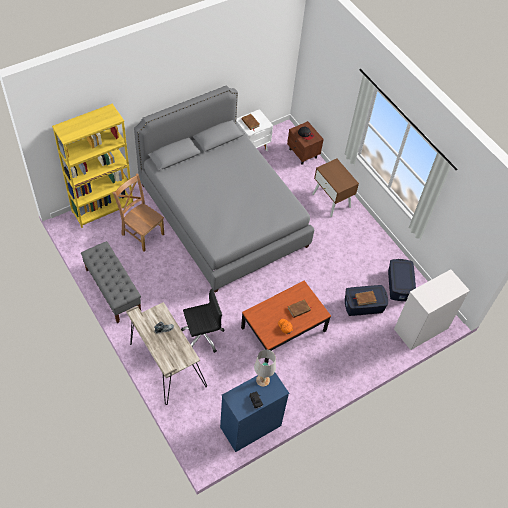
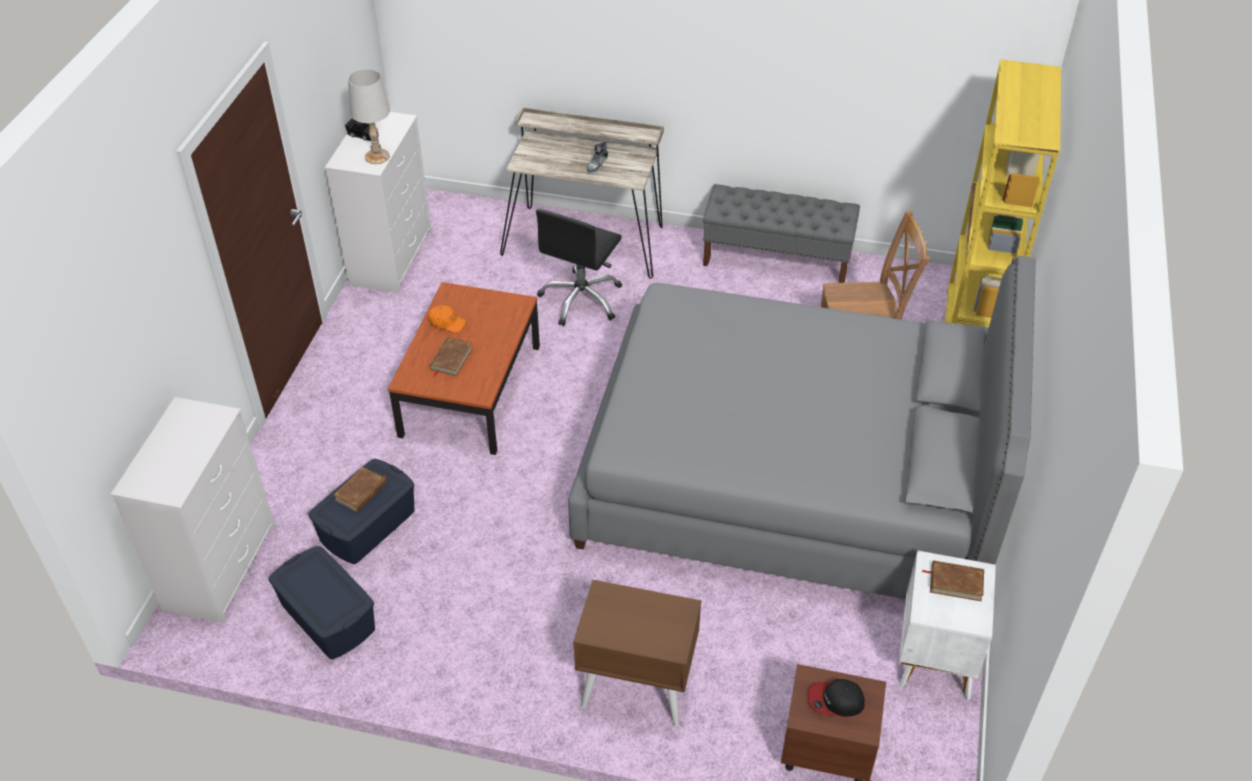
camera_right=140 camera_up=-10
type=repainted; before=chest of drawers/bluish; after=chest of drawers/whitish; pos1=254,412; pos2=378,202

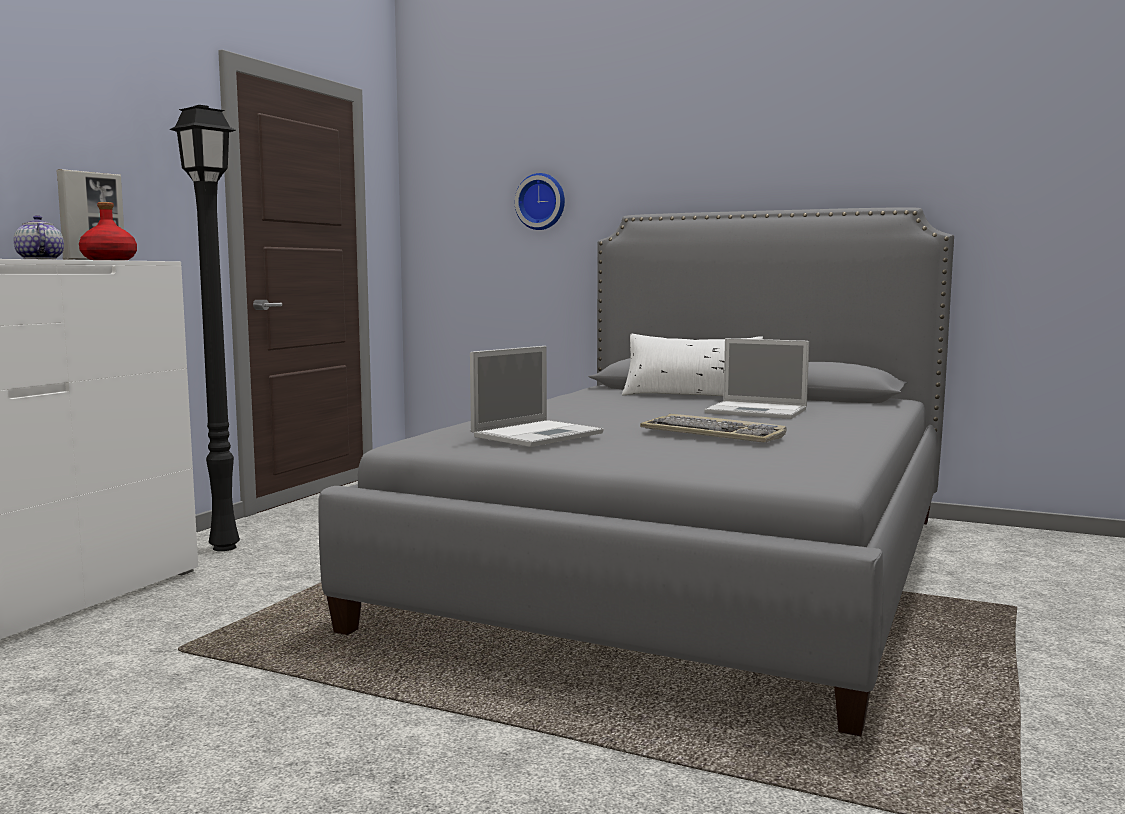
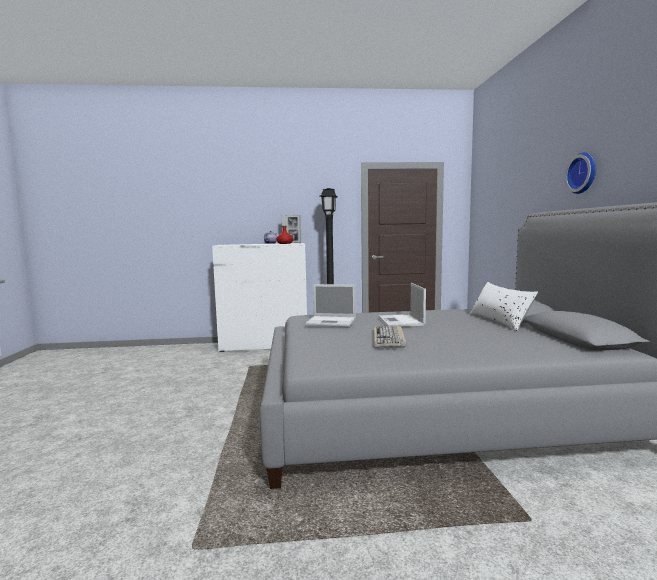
camera_right=60 camera_up=0
type=shifted; before=notebook computer; pos1=756,378; pos2=402,305
type=shifted; before=wall clock; pos1=540,201; pos2=580,173

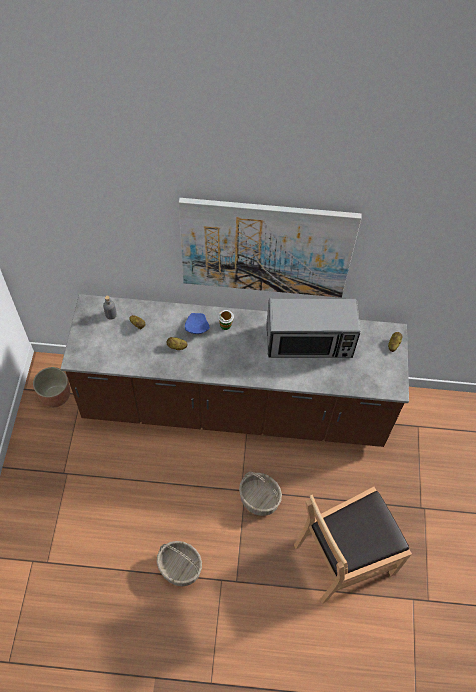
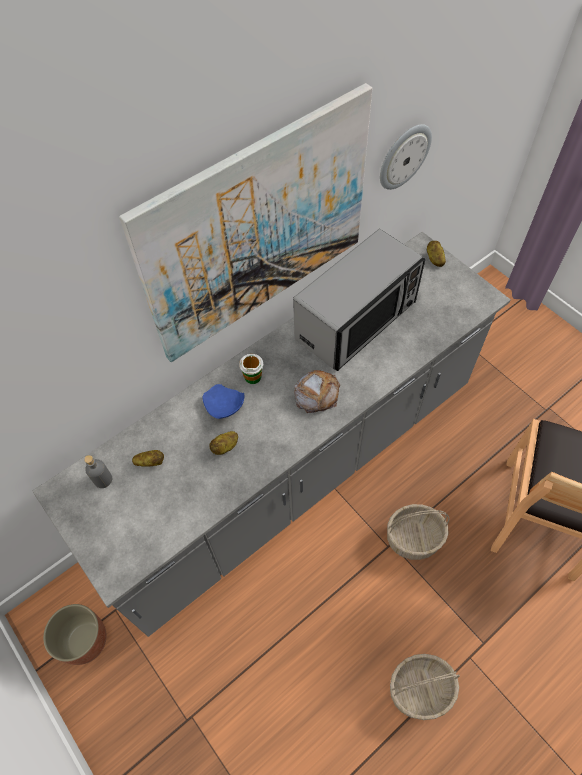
camera_right=-40 camera_up=0
type=repainted; before=counter/brown; after=counter/grey; pos1=235,370; pos2=272,434
type=new; after=baked bread; pos2=317,391
type=new; after=wall clock; pos2=406,157

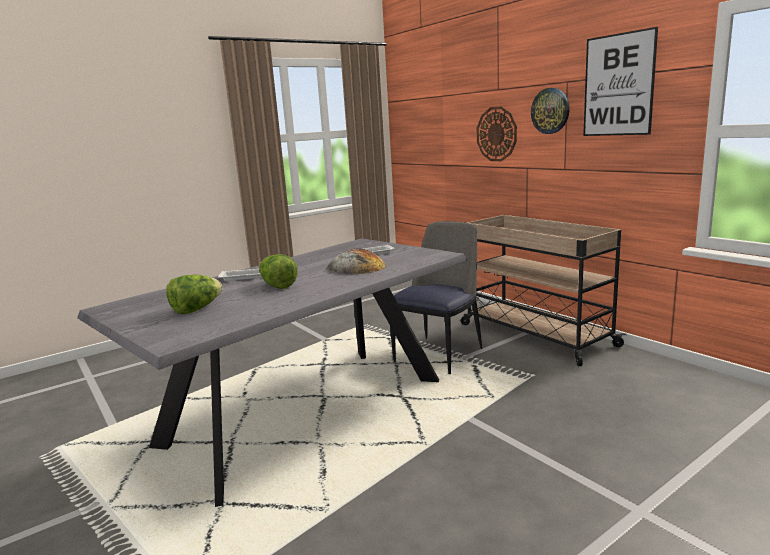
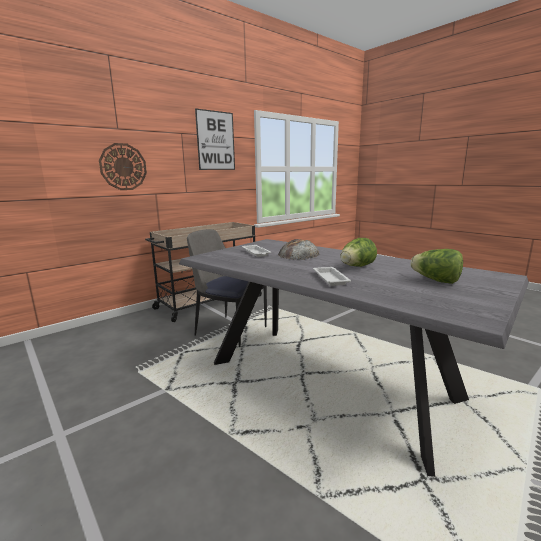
camera_right=-95 camera_up=0
type=gone; before=wall clock; pos1=550,111

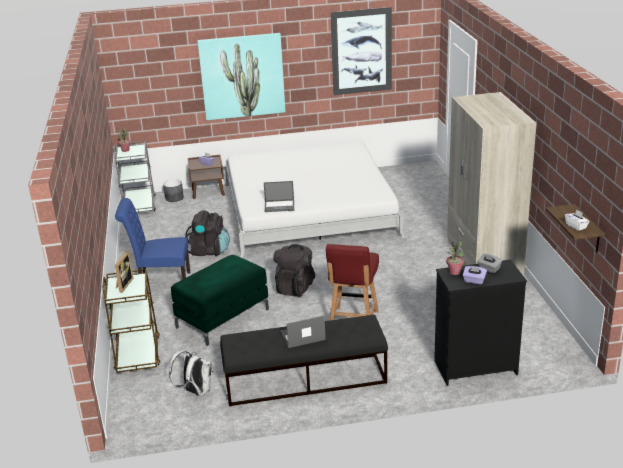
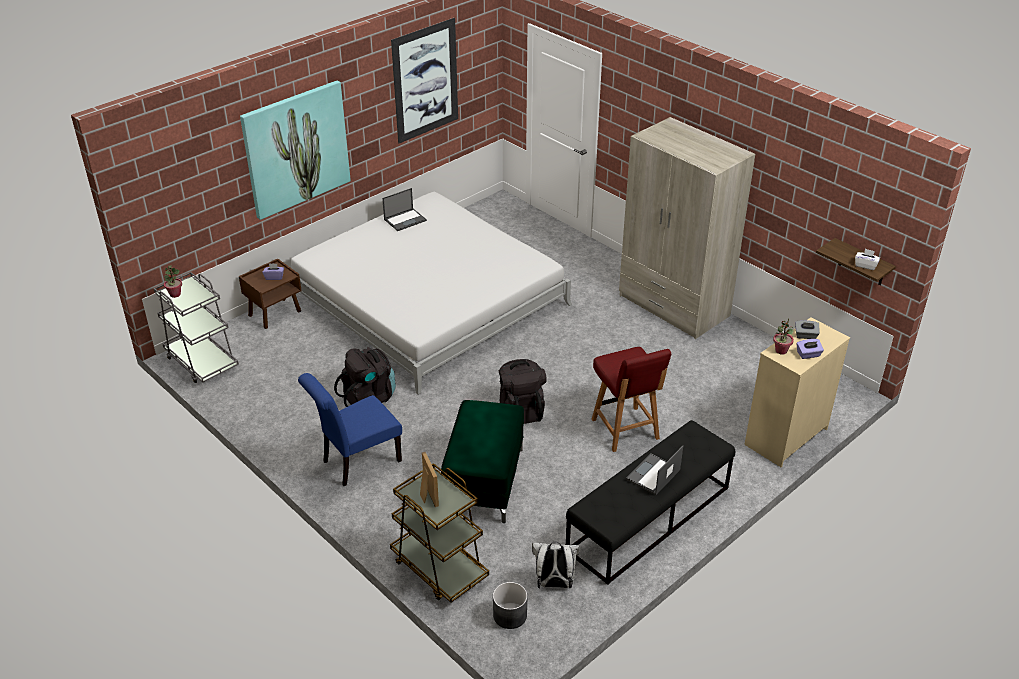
camera_right=-35 camera_up=10
type=shifted; before=notebook computer; pos1=279,196; pos2=404,209
type=shifted; before=plant pot/grey; pos1=173,190; pos2=510,605
type=repainted; before=chest of drawers/black; after=chest of drawers/beige-coloured; pos1=480,322; pos2=797,392

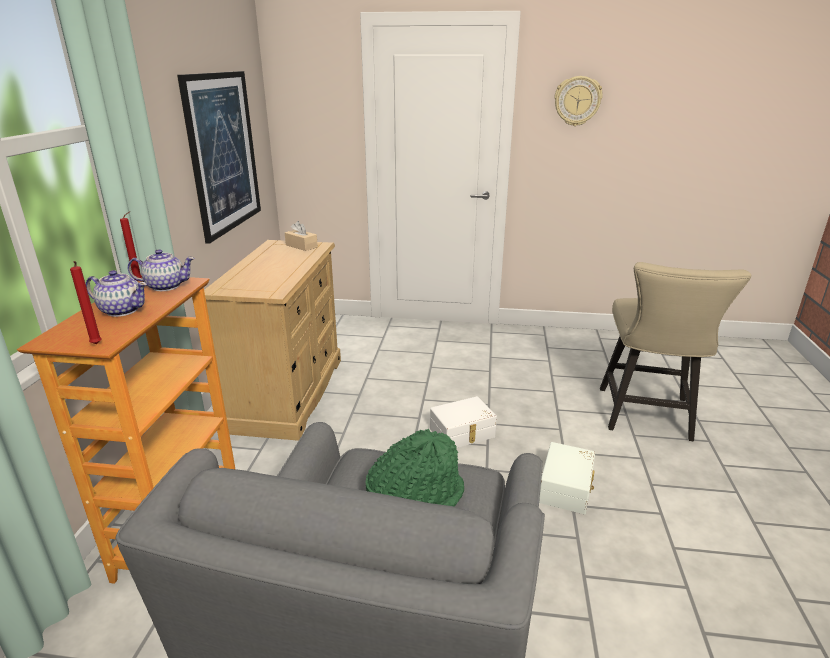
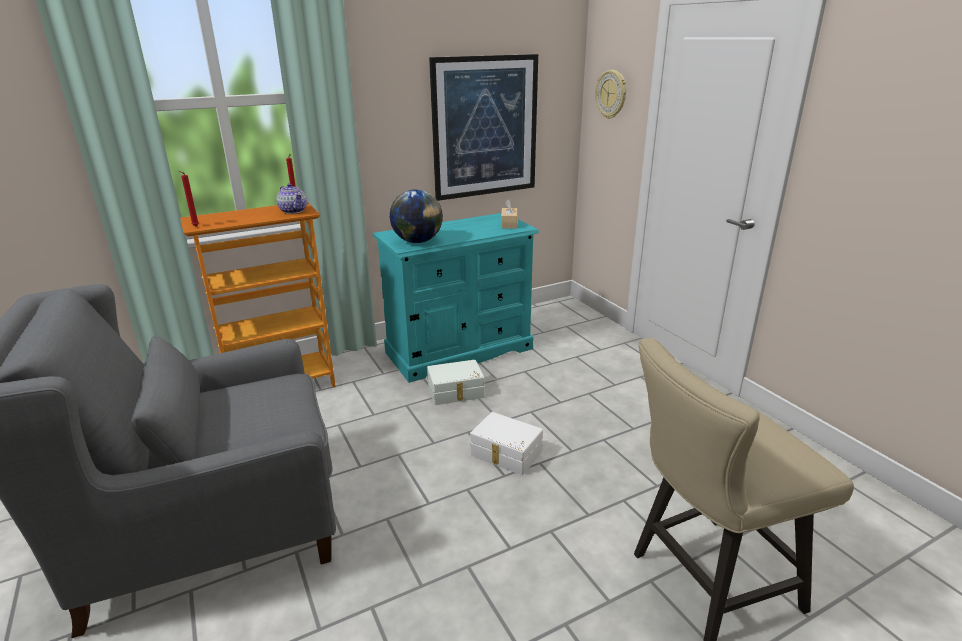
camera_right=55 camera_up=0
type=repainted; before=chest of drawers/beige-coloured; after=chest of drawers/turquoise; pos1=272,340; pos2=456,298
type=new; after=world globe; pos2=416,216
type=shifted; before=storage box/whitish; pos1=567,478; pos2=456,382
type=shifted; before=wall clock; pos1=578,101; pos2=610,94
type=gone; before=tea pot; pos1=116,293
type=gone; before=clothing hat/greenish; pos1=415,467

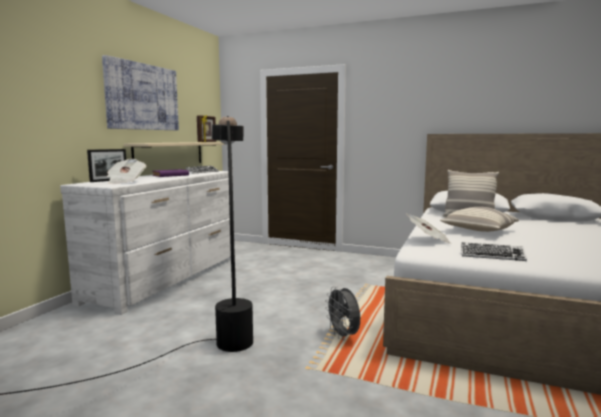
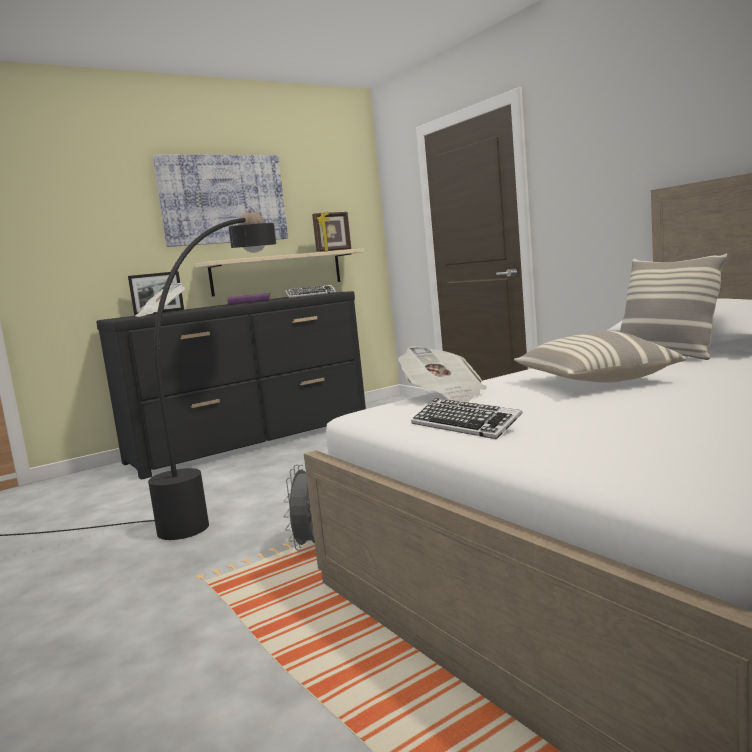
camera_right=35 camera_up=0
type=repainted; before=chest of drawers/whitish; after=chest of drawers/black; pos1=146,243; pos2=231,385

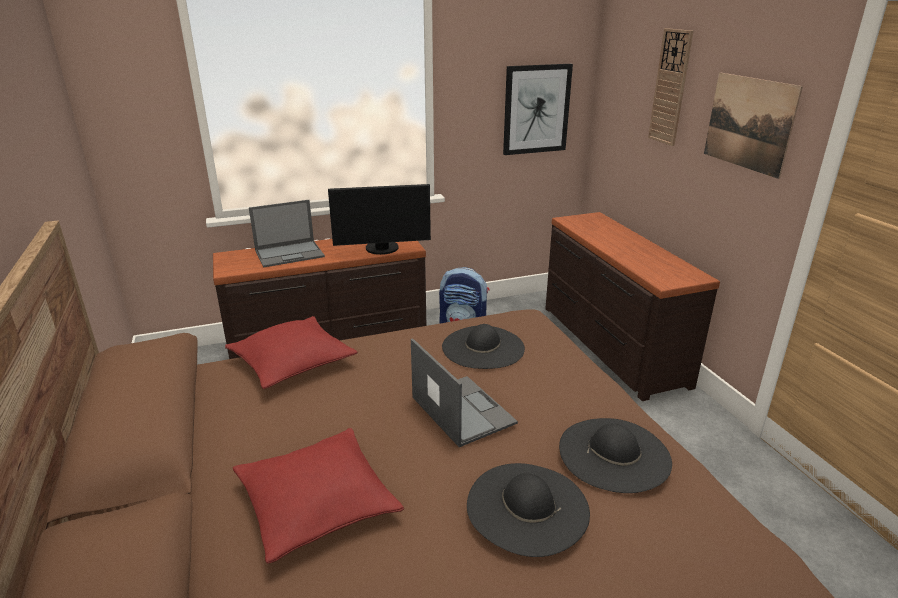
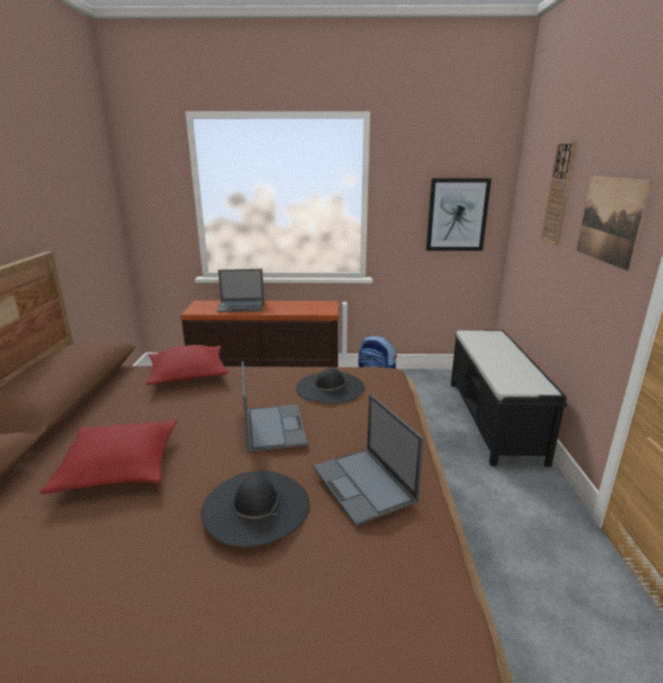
camera_right=20 camera_up=-5
type=swapped; before=clothing hat/black; after=notebook computer; pos1=615,455; pos2=368,460
type=swapped; before=chest of drawers/brown; after=indoor bench/black; pos1=632,306; pos2=509,398
type=gone; before=monitor; pos1=379,219

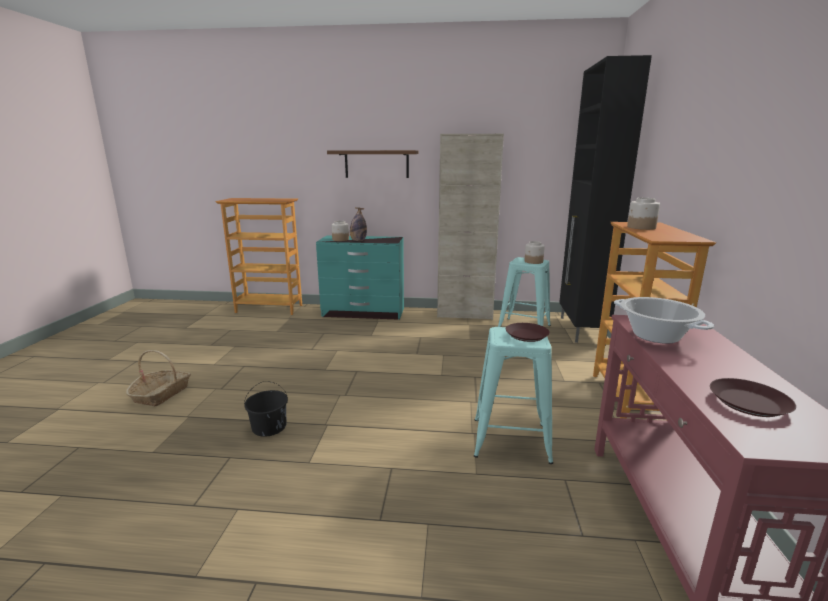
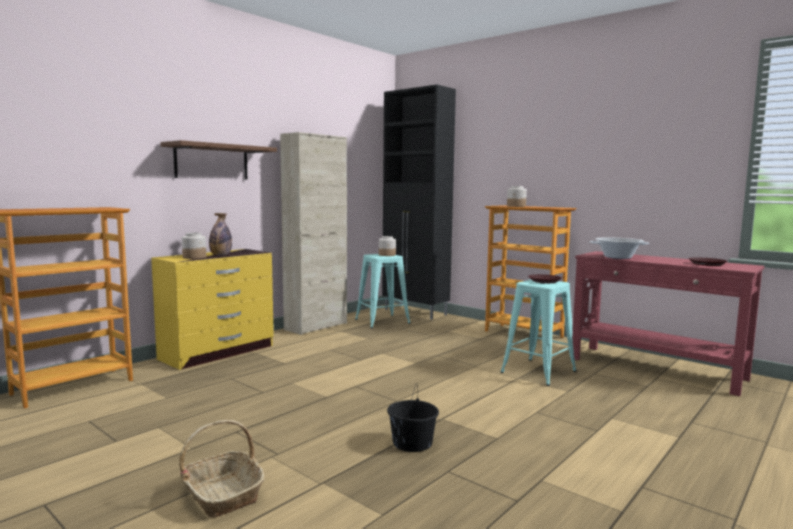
camera_right=-55 camera_up=-10
type=repainted; before=chest of drawers/turquoise; after=chest of drawers/yellow; pos1=360,278; pos2=212,309

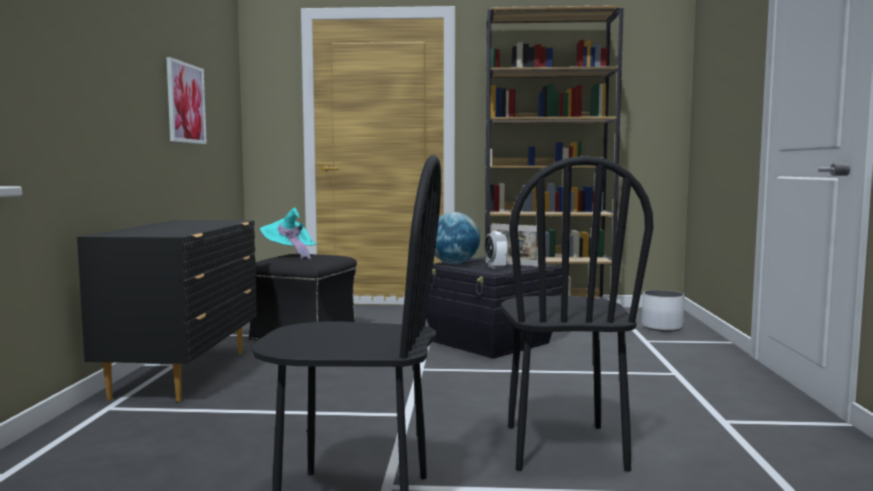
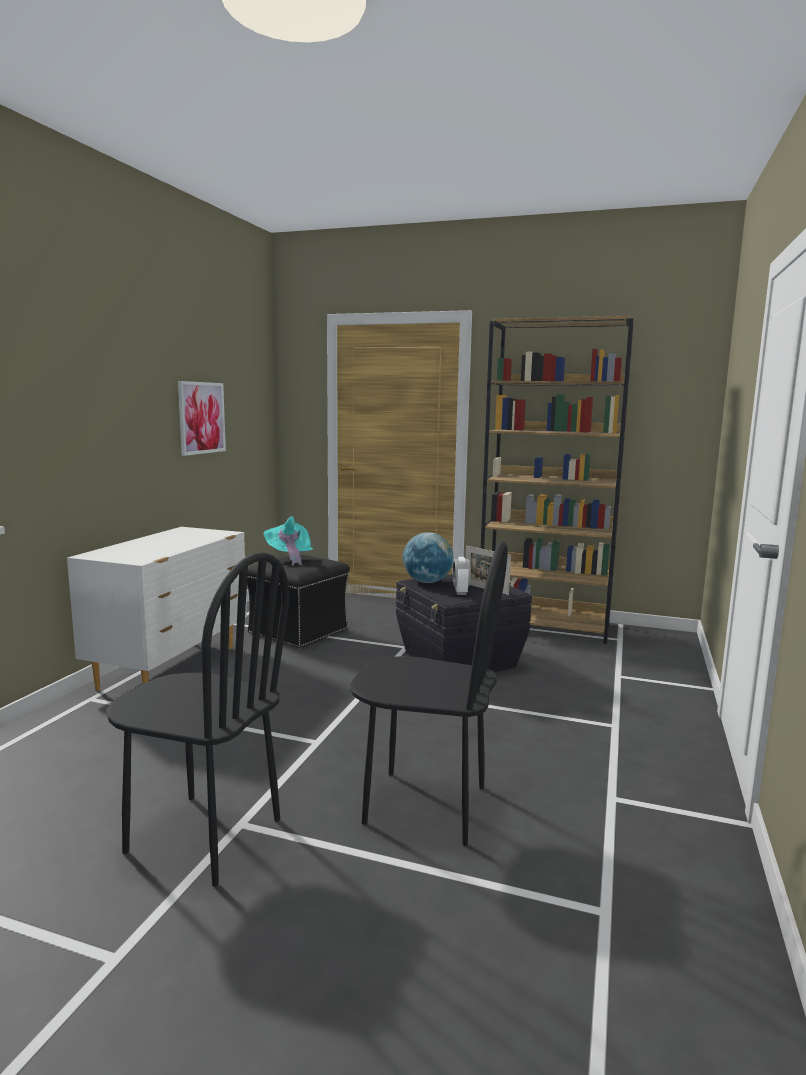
camera_right=15 camera_up=5
type=repainted; before=chest of drawers/black; after=chest of drawers/whitish; pos1=167,311; pos2=157,609
type=rotated; before=plain chair/black; pos1=577,314; pos2=429,693; turn=-90
type=gone; before=plant pot/whitish; pos1=663,311

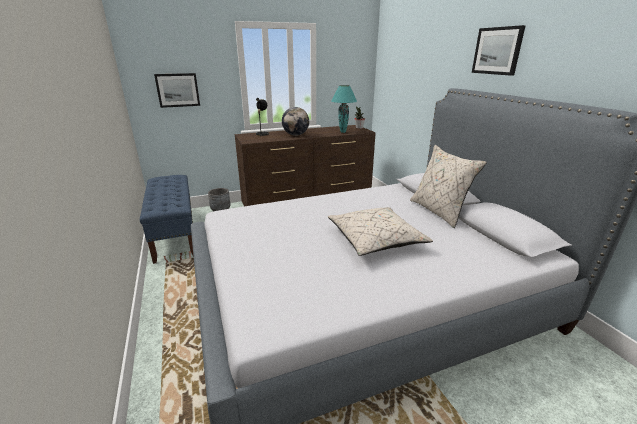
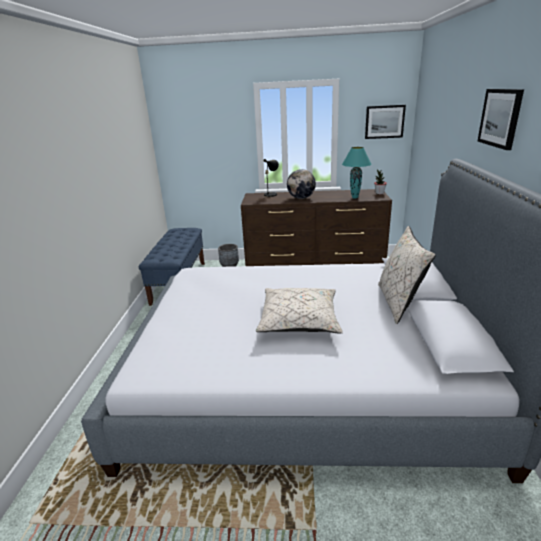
camera_right=25 camera_up=0
type=shifted; before=wall picture; pos1=177,90; pos2=385,122

